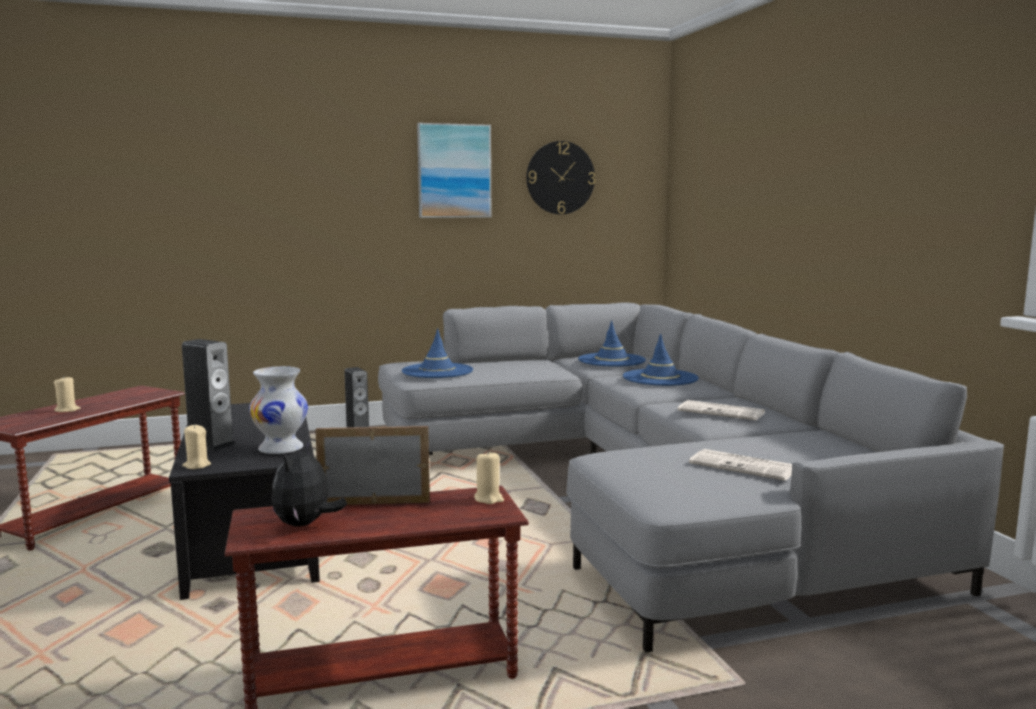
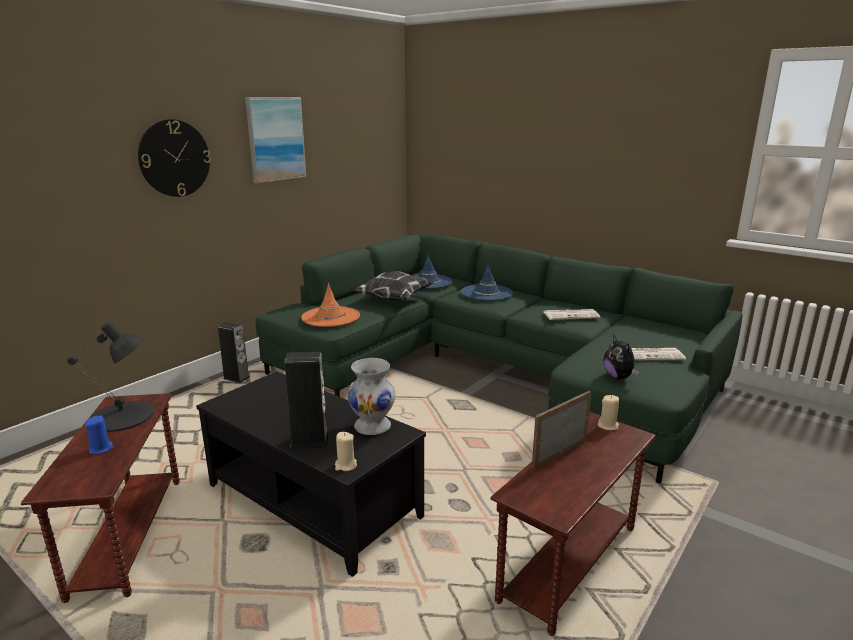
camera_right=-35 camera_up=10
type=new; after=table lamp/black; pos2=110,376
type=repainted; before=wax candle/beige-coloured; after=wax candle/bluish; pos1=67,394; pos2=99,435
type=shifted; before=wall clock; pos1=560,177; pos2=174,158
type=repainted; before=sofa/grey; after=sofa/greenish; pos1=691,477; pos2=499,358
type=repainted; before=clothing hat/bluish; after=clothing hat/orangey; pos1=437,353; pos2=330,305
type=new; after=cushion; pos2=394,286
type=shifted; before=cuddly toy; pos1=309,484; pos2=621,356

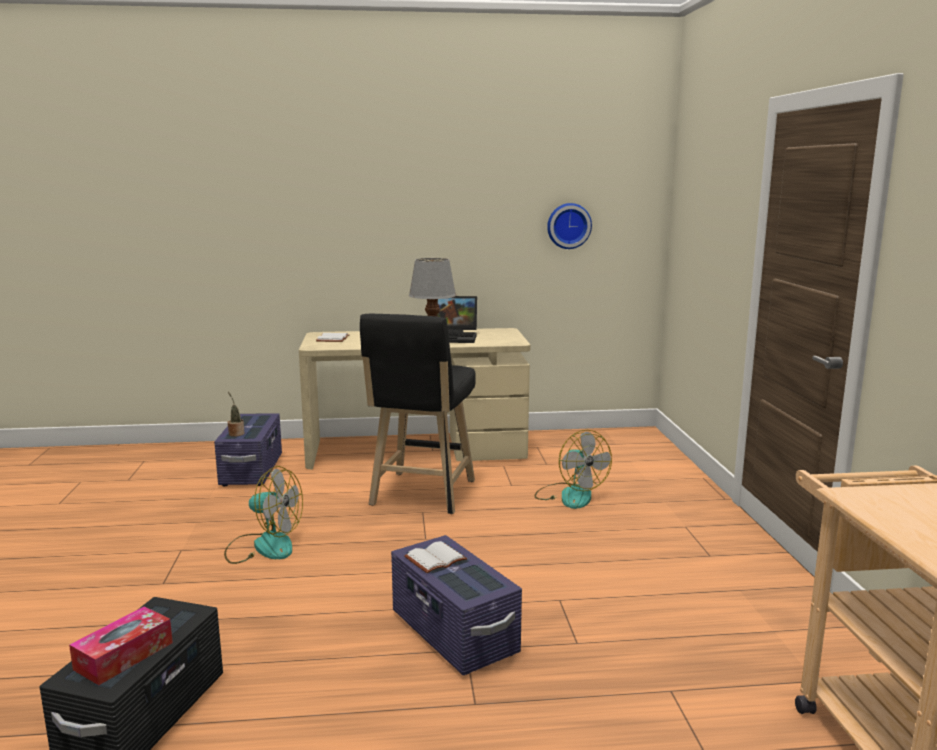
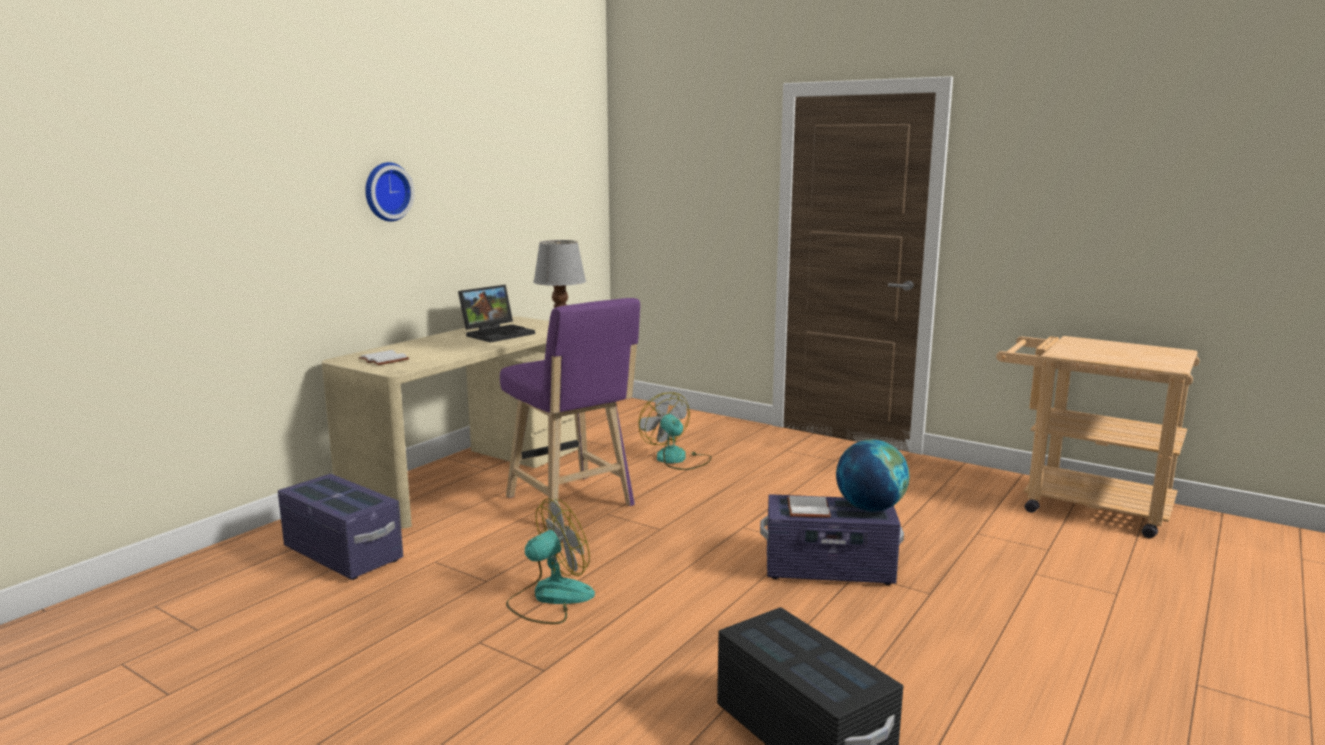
camera_right=-50 camera_up=0
type=shifted; before=wall clock; pos1=569,226; pos2=390,192
type=repainted; before=sitting stool/black; after=sitting stool/purplish; pos1=418,414; pos2=570,412
type=rotated; before=fan; pos1=573,469; pos2=675,431; turn=-135
type=new; after=world globe; pos2=872,475
type=gone; before=tissue holder; pos1=121,645
type=gone; before=plant in a pot; pos1=236,414

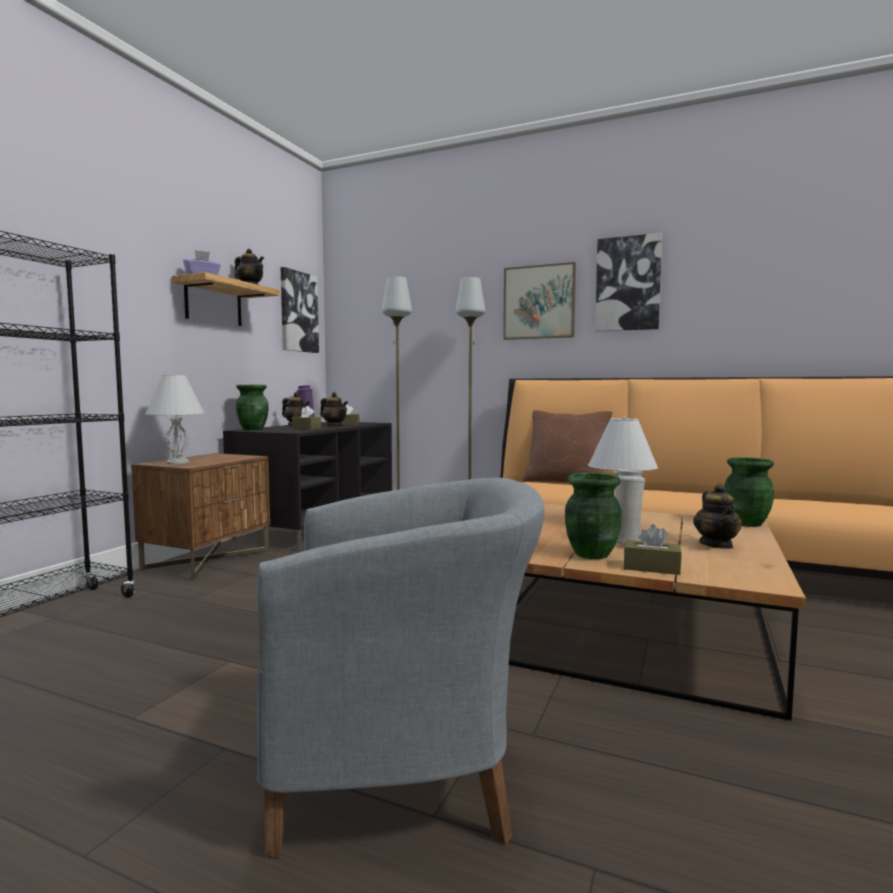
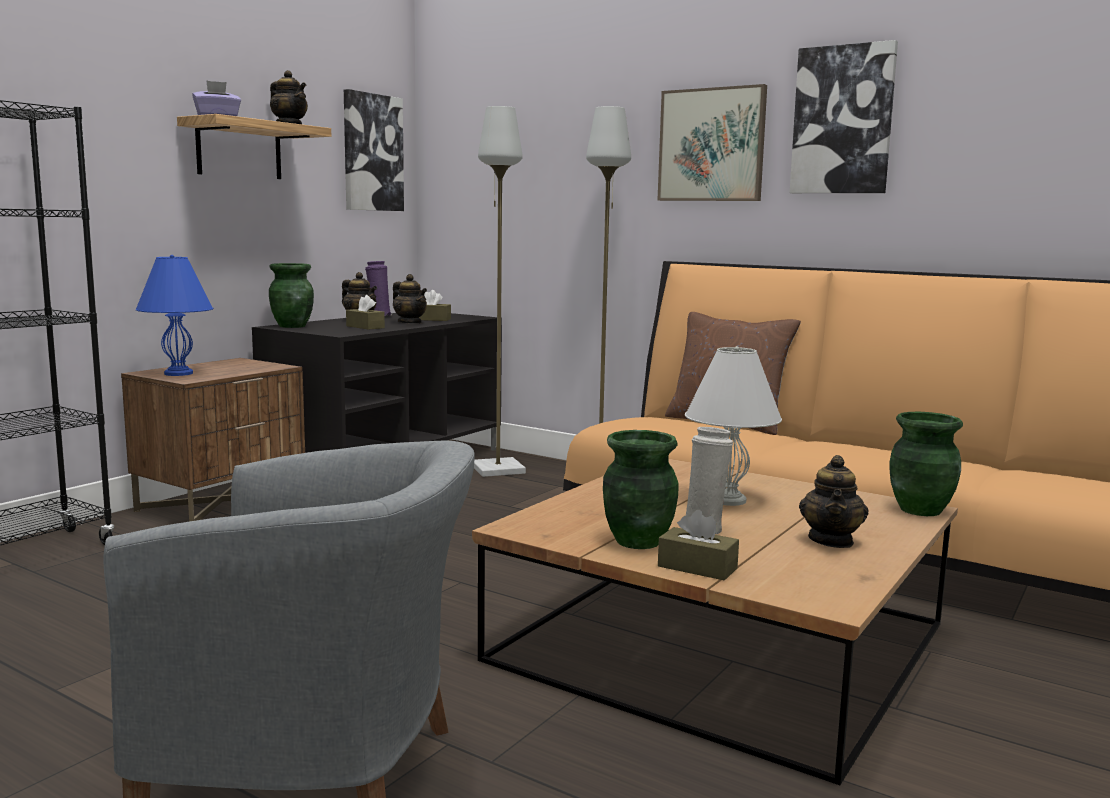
camera_right=10 camera_up=5
type=repainted; before=table lamp/whitish; after=table lamp/bluish; pos1=175,418; pos2=174,315

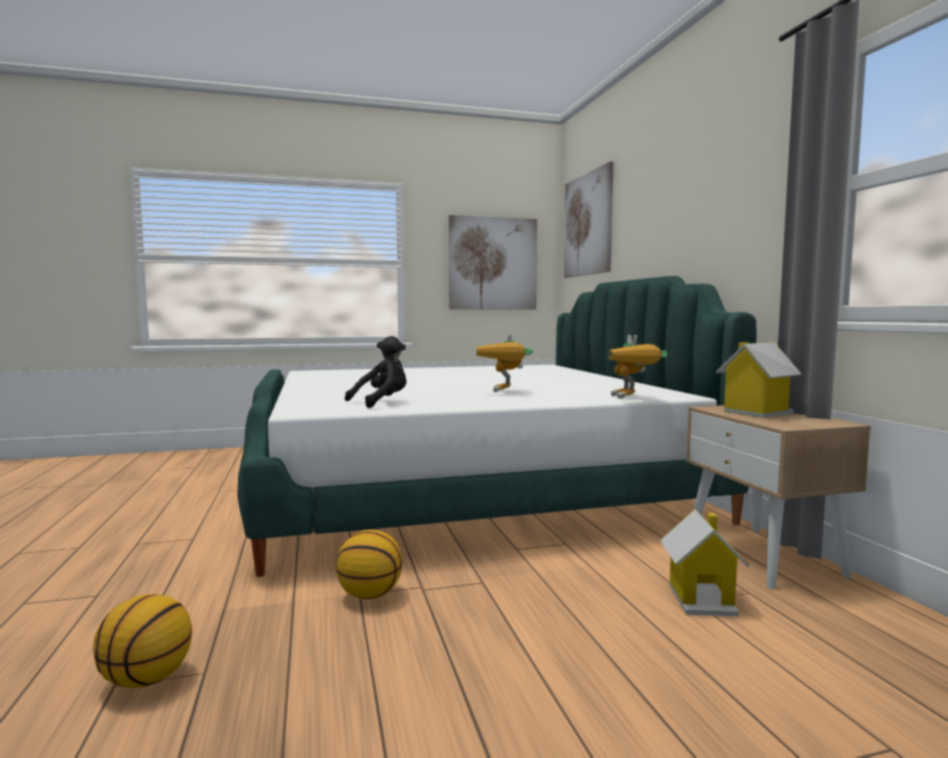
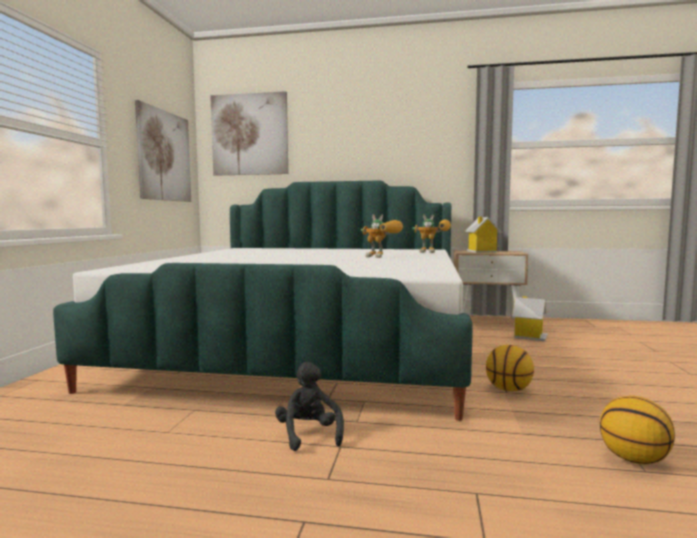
camera_right=-65 camera_up=0
type=shifted; before=cuddly toy/black; pos1=376,372; pos2=309,406

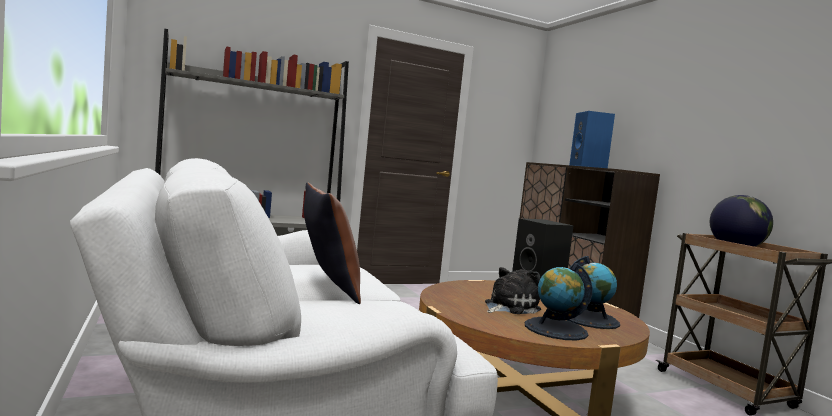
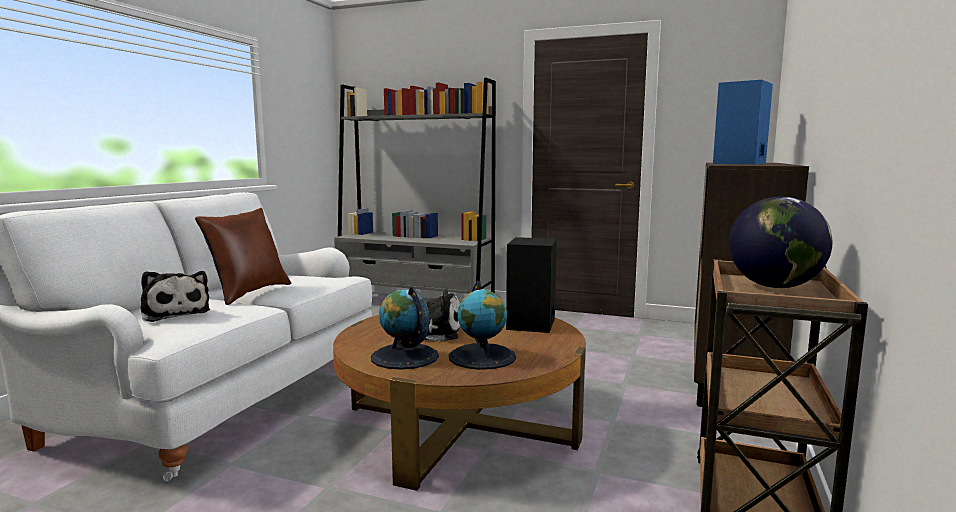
camera_right=45 camera_up=5
type=new; after=cuddly toy; pos2=175,296

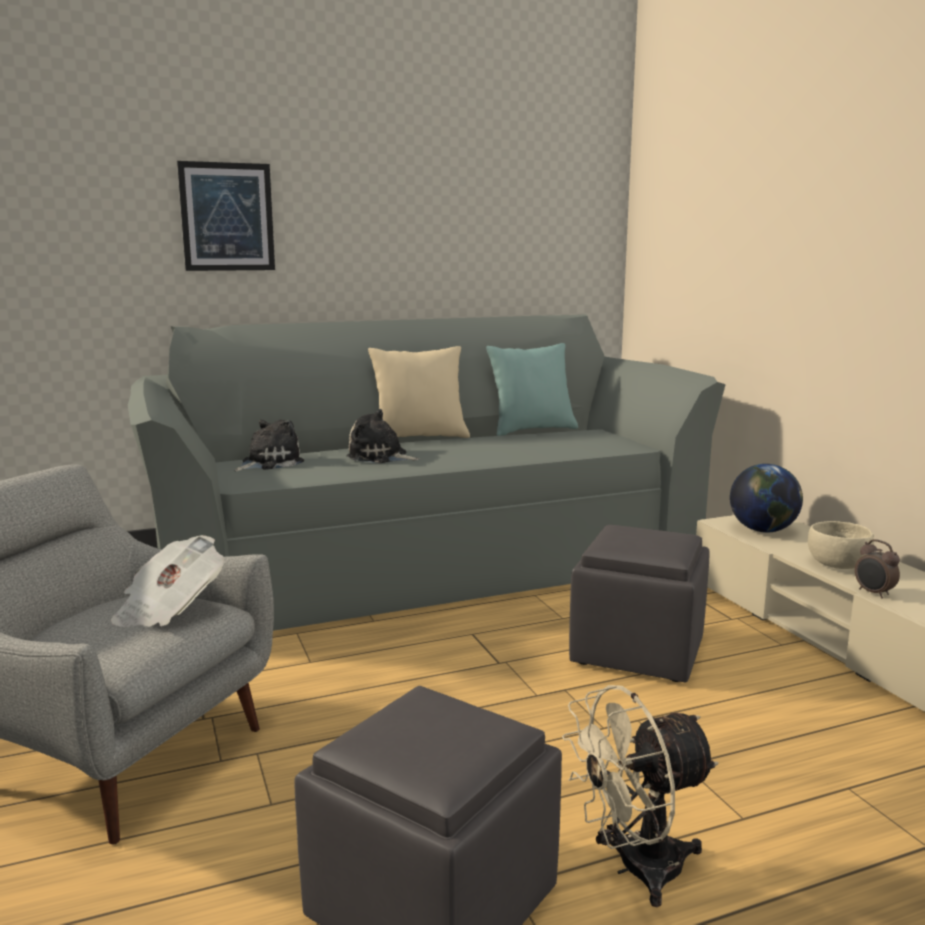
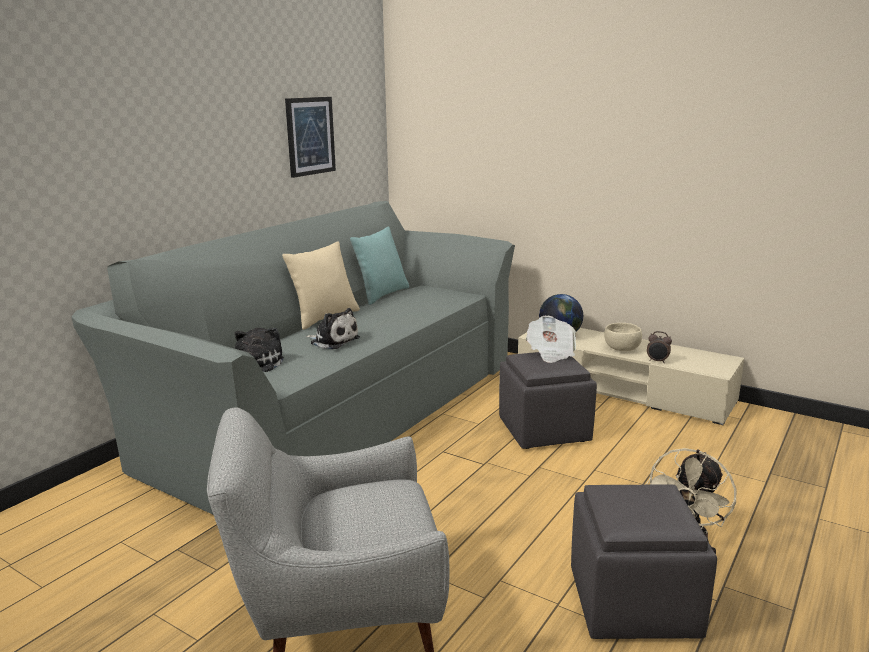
camera_right=-35 camera_up=5
type=shifted; before=wall picture; pos1=226,216; pos2=310,137
type=rotated; before=cuddly toy; pos1=383,436; pos2=333,328; turn=-135
type=shifted; before=daily paper; pos1=167,581; pos2=551,339

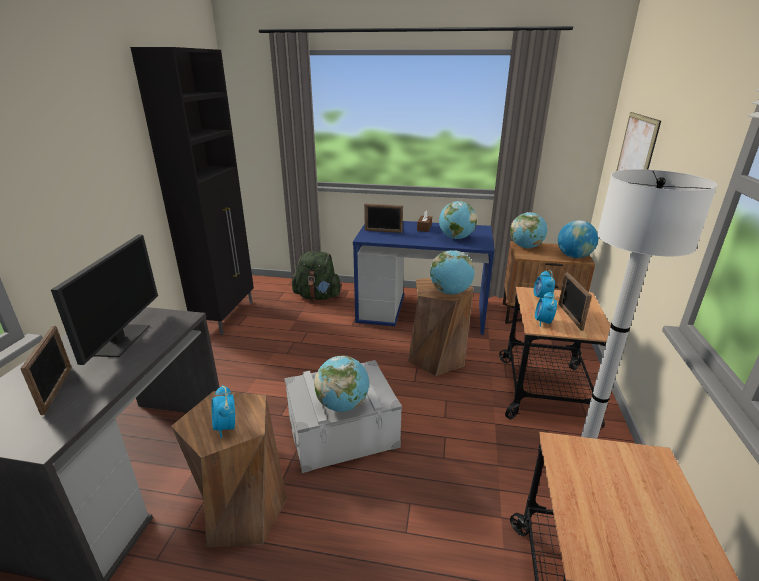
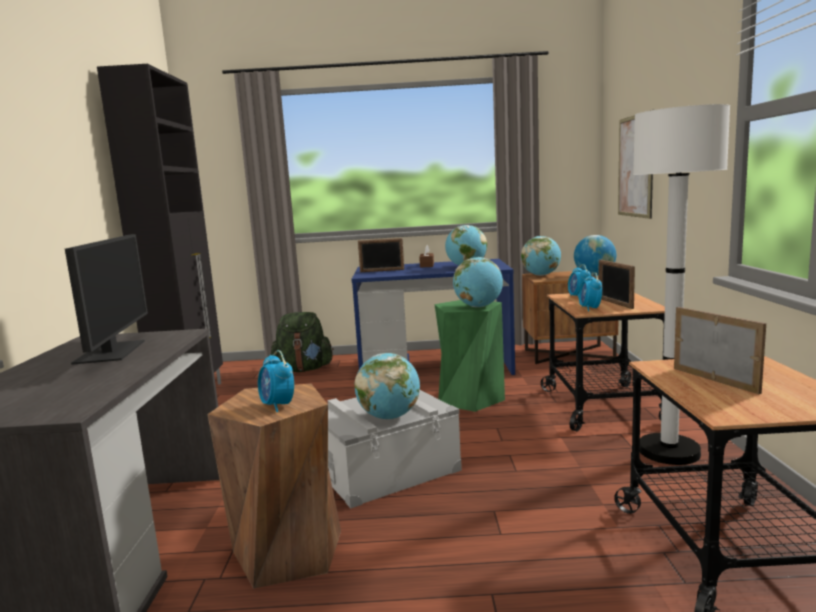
camera_right=-10 camera_up=-15
type=repainted; before=sitting stool/brown; after=sitting stool/greenish; pos1=441,327; pos2=469,356
type=shifted; before=standing frame; pos1=46,370; pos2=720,350

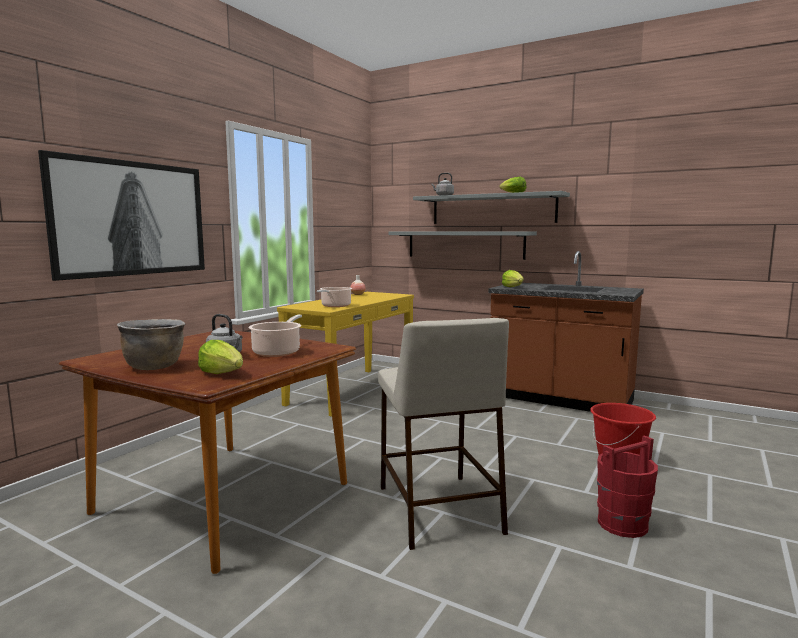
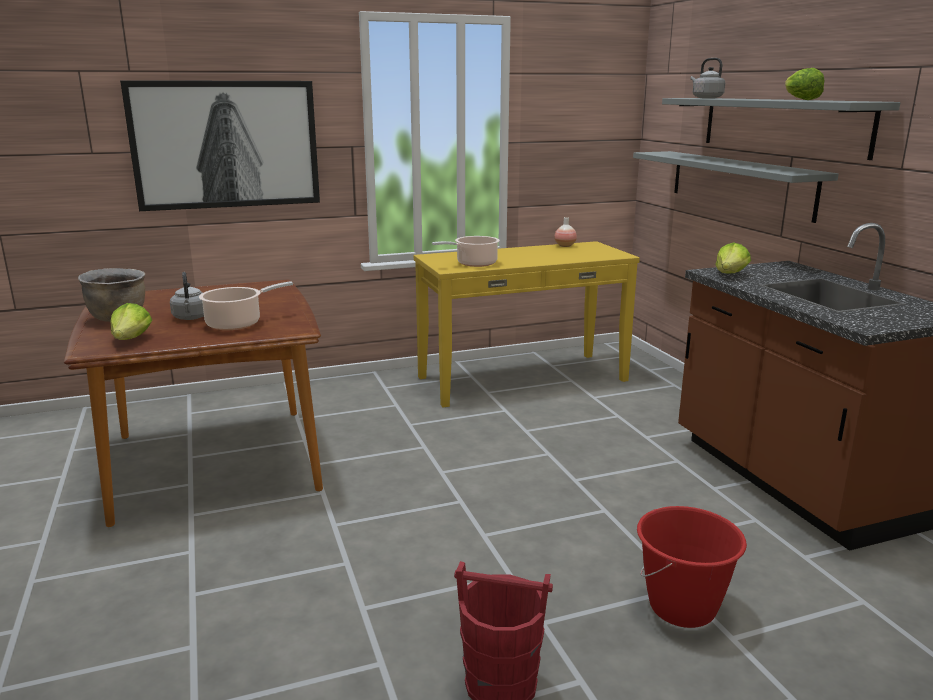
camera_right=40 camera_up=10
type=gone; before=sitting stool/beige-coloured; pos1=443,434

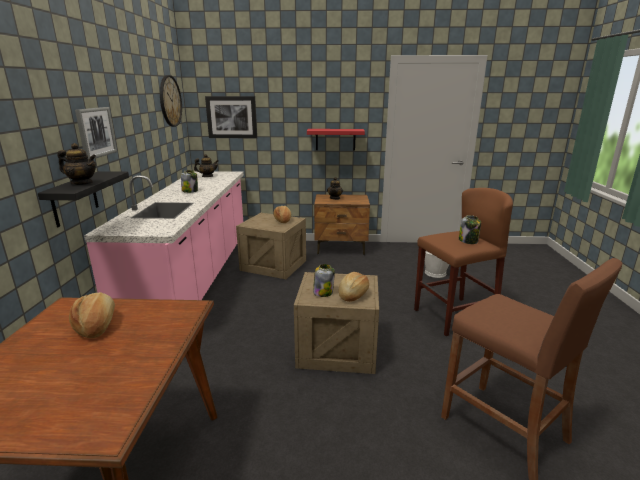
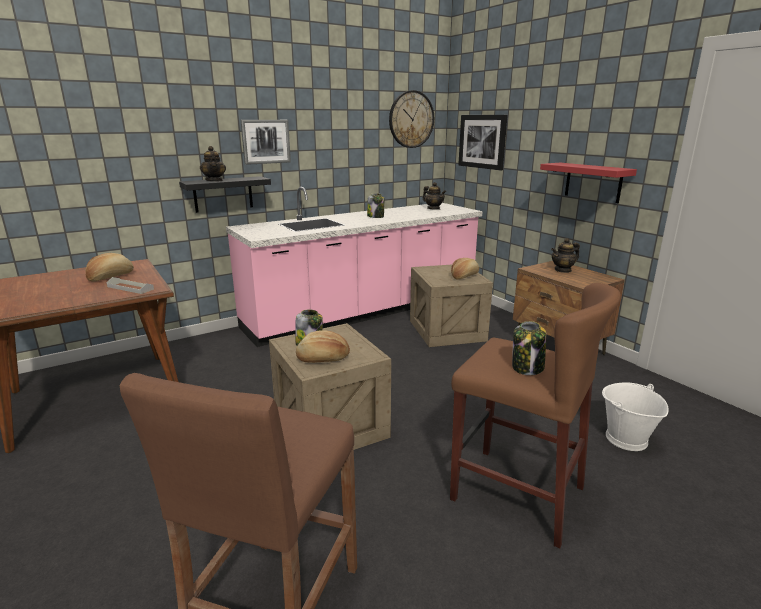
camera_right=55 camera_up=0
type=new; after=tray/grey; pos2=130,285

